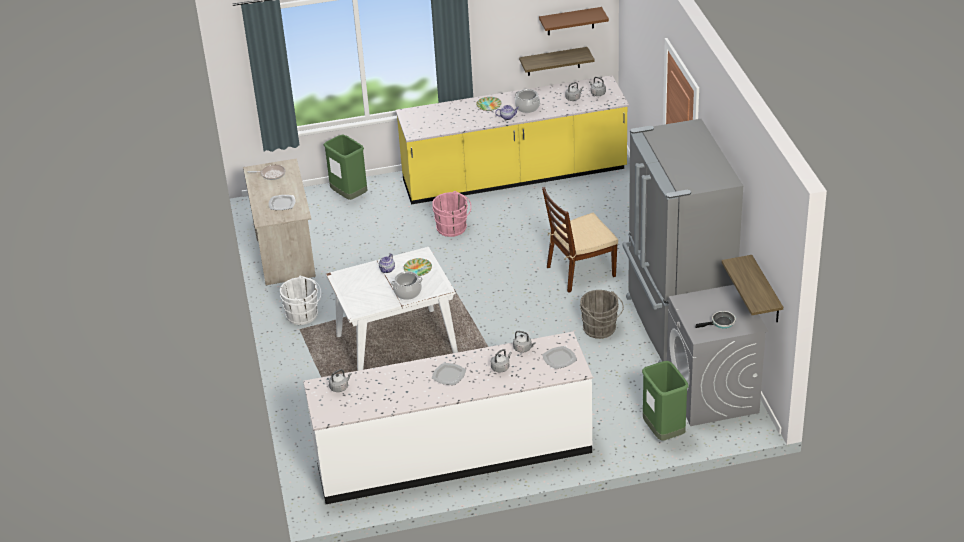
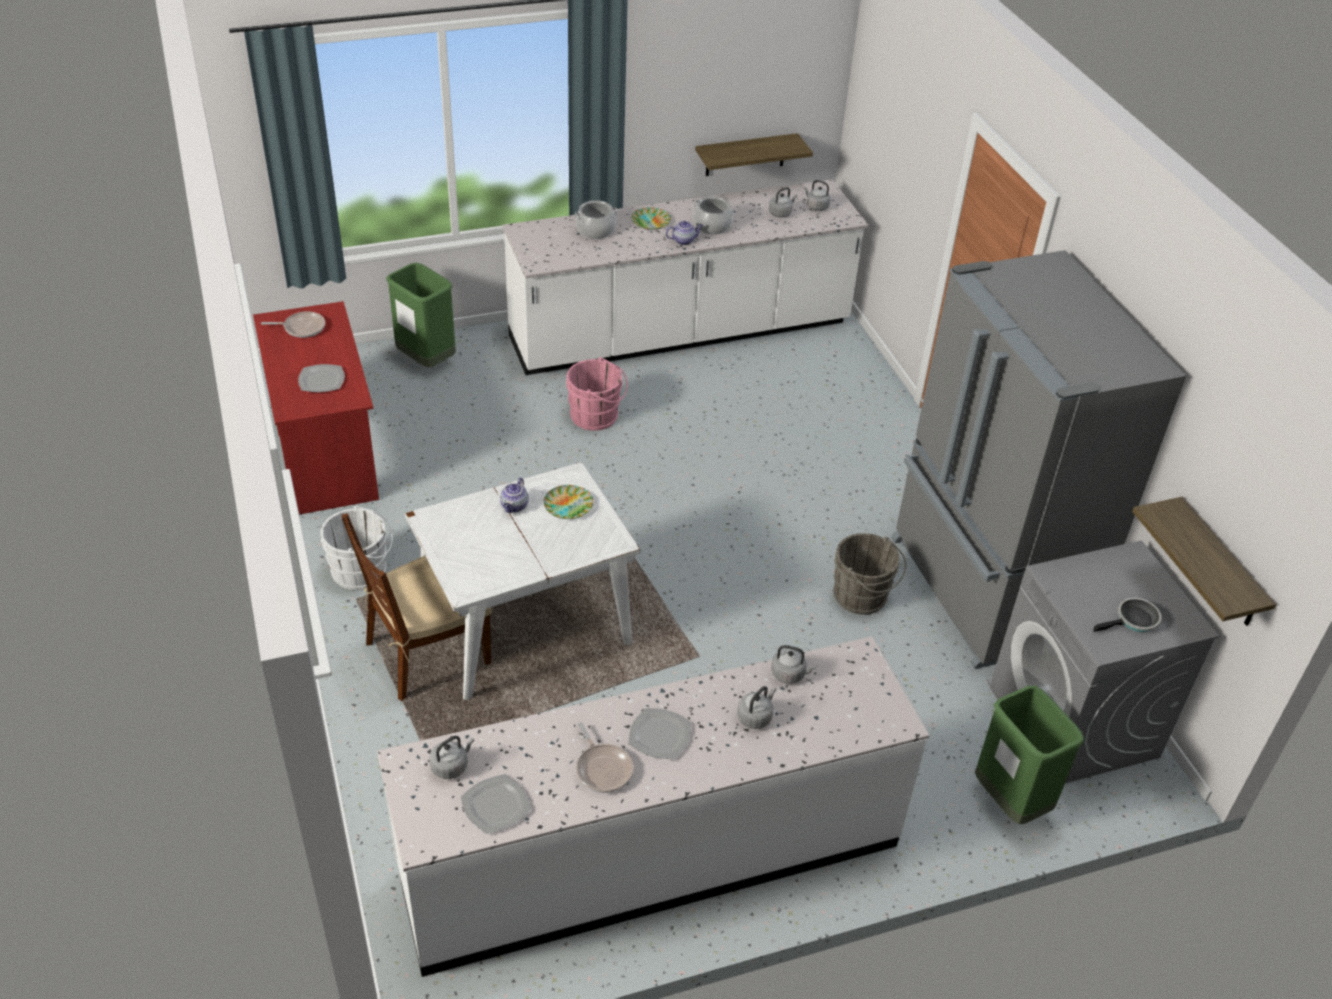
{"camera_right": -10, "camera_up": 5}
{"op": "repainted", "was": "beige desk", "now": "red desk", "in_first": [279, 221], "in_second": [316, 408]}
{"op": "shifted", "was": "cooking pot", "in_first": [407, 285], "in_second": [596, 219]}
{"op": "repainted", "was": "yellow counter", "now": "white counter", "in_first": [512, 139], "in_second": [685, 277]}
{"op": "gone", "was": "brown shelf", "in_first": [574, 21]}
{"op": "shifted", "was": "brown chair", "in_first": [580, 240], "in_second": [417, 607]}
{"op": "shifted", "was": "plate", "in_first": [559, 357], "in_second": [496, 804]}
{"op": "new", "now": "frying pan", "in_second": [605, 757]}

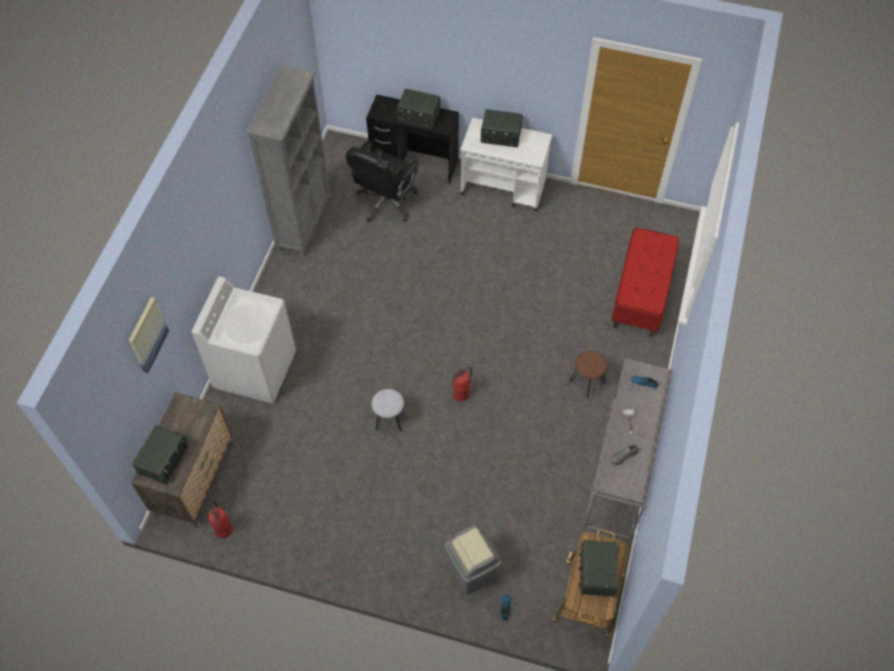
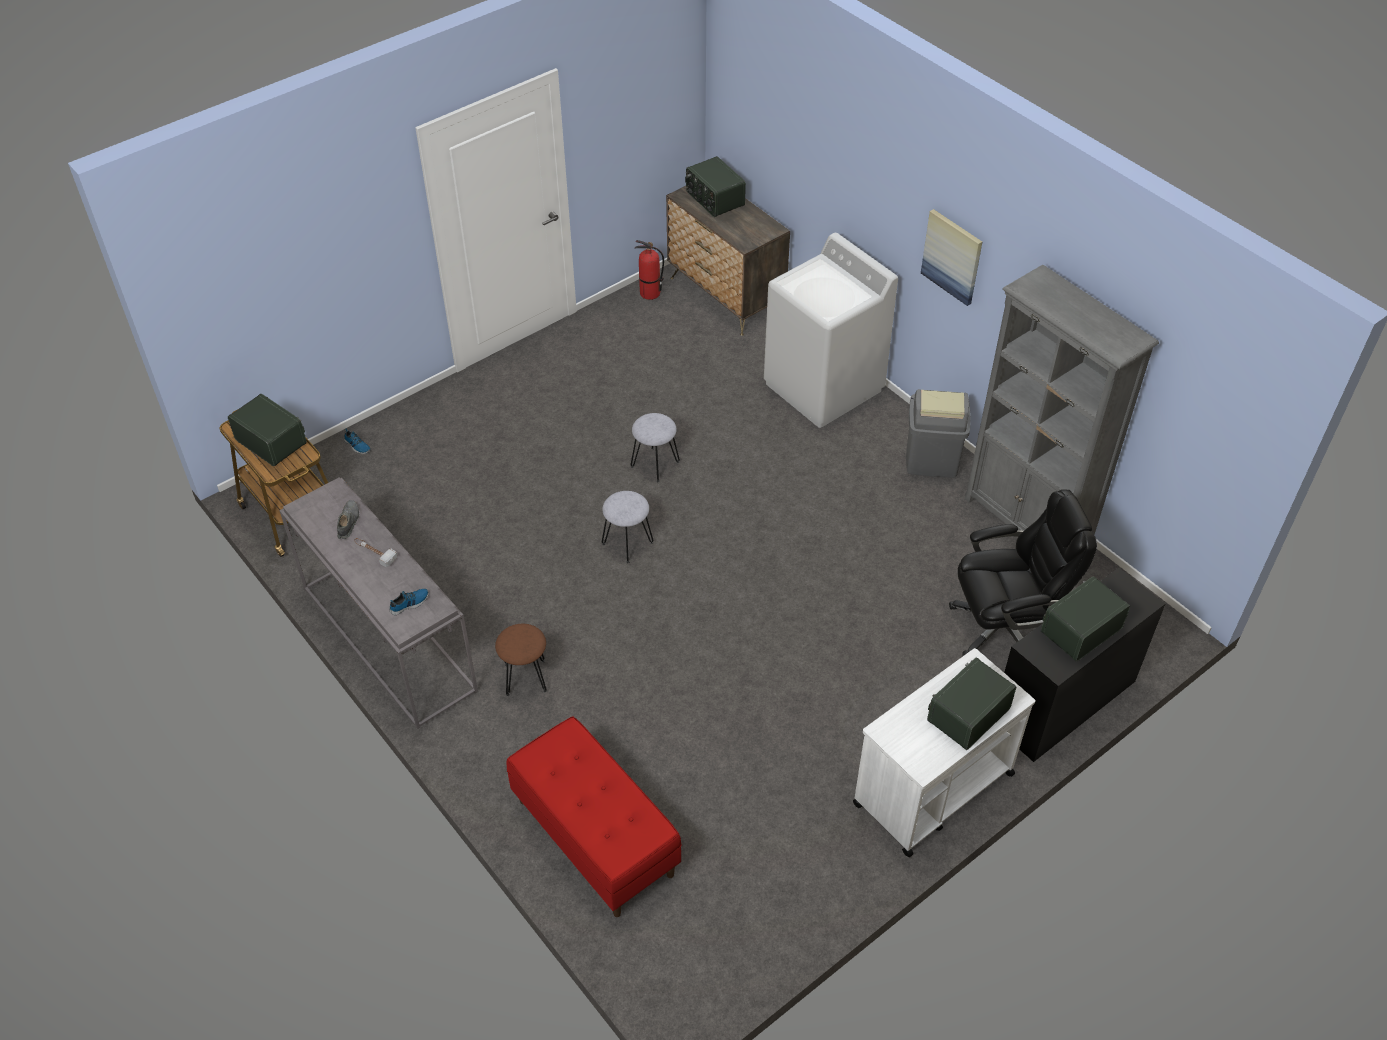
{"camera_right": 125, "camera_up": -10}
{"op": "shifted", "was": "picture", "in_first": [148, 335], "in_second": [951, 257]}
{"op": "rotated", "was": "black office chair", "in_first": [382, 181], "in_second": [1023, 572], "clockwise": 105}
{"op": "shifted", "was": "grey trash can", "in_first": [473, 560], "in_second": [938, 433]}
{"op": "swapped", "was": "fire extinguisher", "now": "grey stool", "in_first": [462, 384], "in_second": [628, 527]}

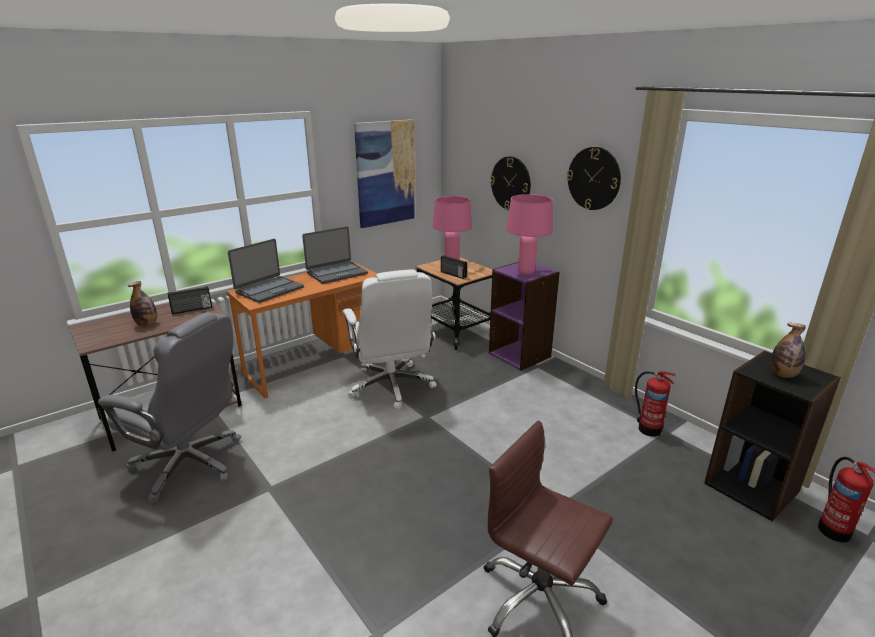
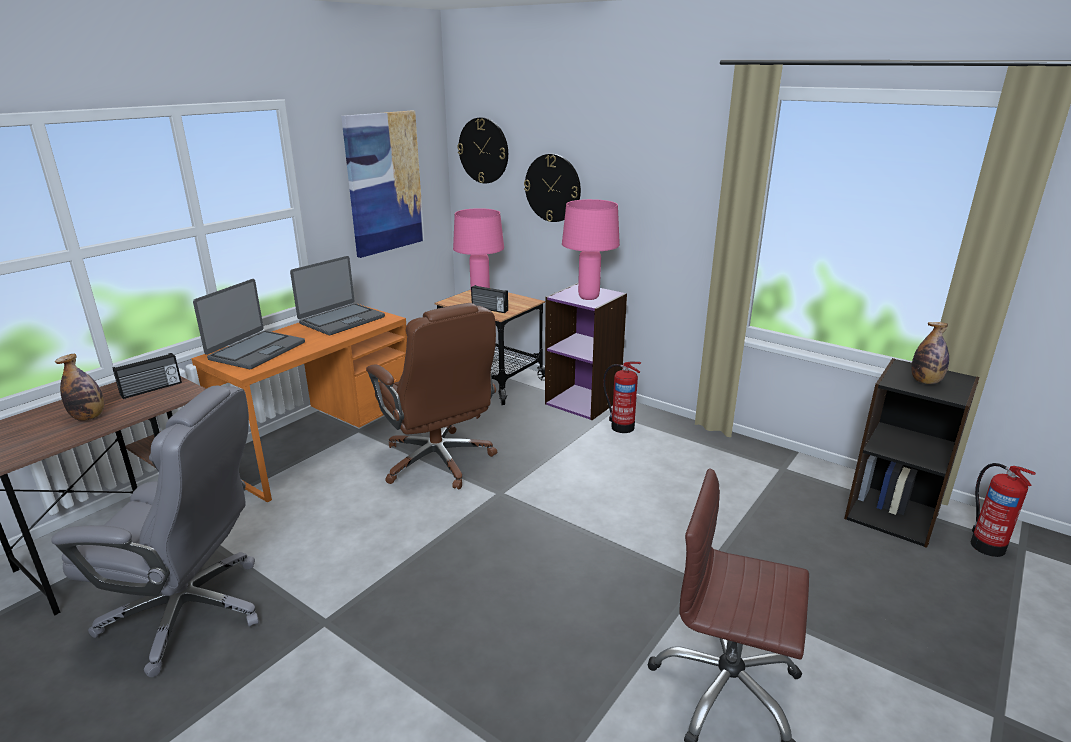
{"camera_right": -15, "camera_up": 0}
{"op": "repainted", "was": "white office chair", "now": "brown office chair", "in_first": [389, 339], "in_second": [431, 396]}
{"op": "shifted", "was": "wall clock", "in_first": [594, 178], "in_second": [482, 150]}
{"op": "shifted", "was": "fire extinguisher", "in_first": [655, 404], "in_second": [622, 397]}

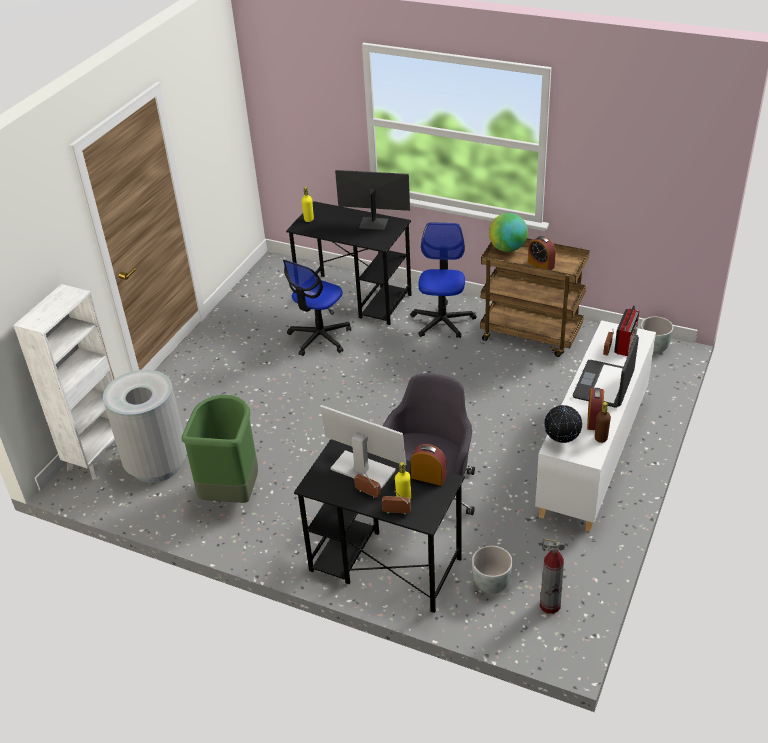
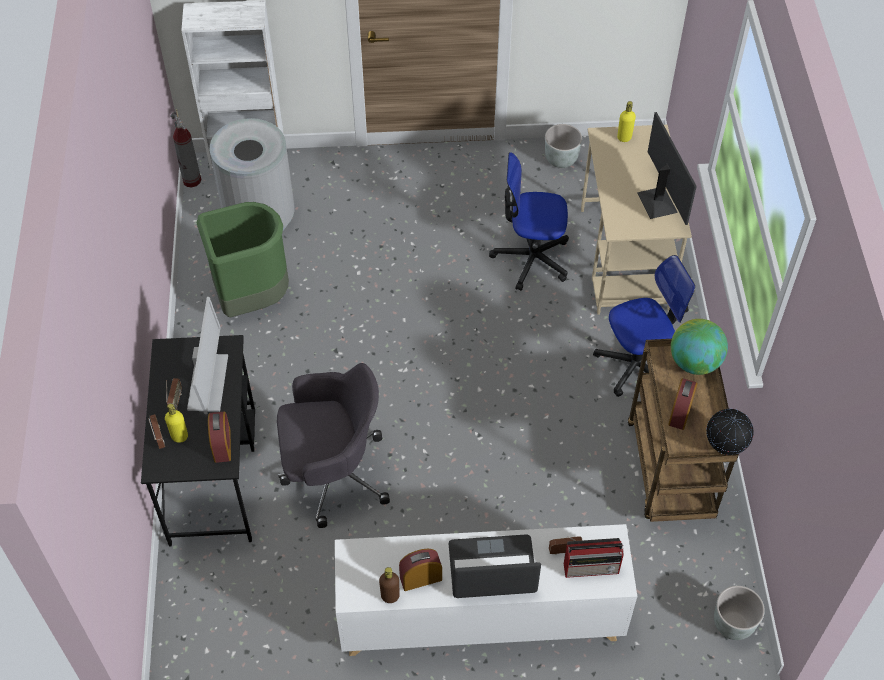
{"camera_right": 60, "camera_up": 15}
{"op": "repainted", "was": "black desk", "now": "beige desk", "in_first": [349, 263], "in_second": [636, 220]}
{"op": "shifted", "was": "grey planter", "in_first": [492, 570], "in_second": [563, 146]}
{"op": "shifted", "was": "fire extinguisher", "in_first": [554, 576], "in_second": [185, 148]}
{"op": "shifted", "was": "globe", "in_first": [563, 424], "in_second": [730, 432]}

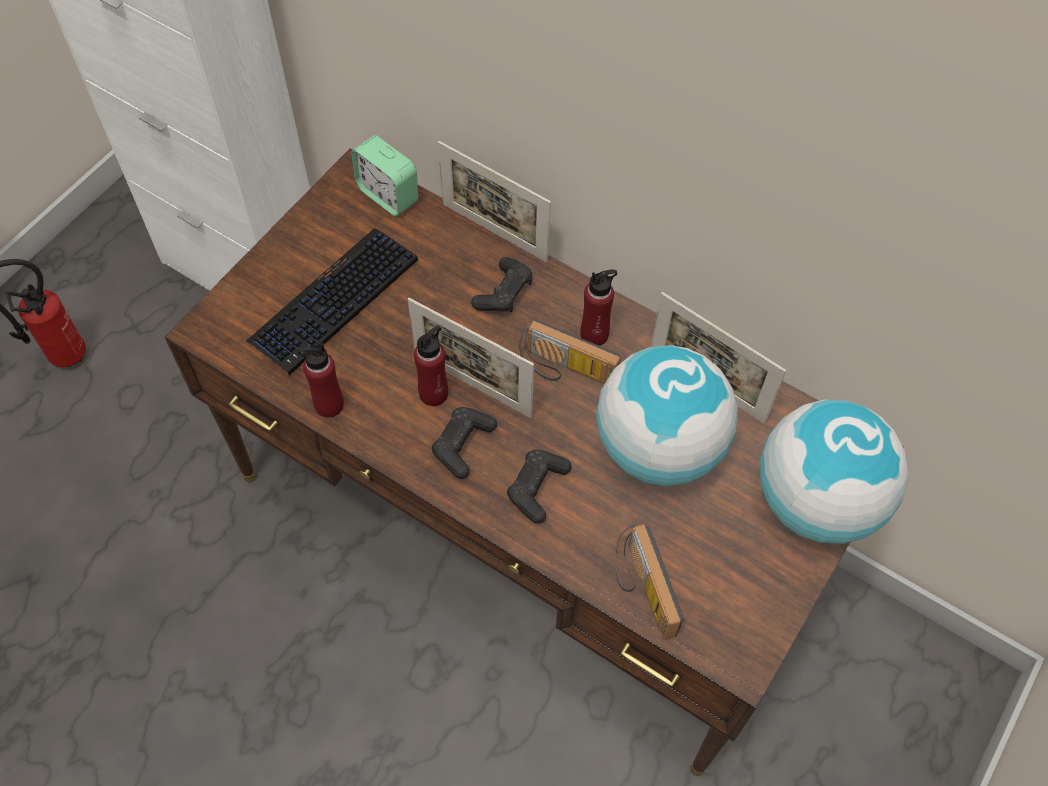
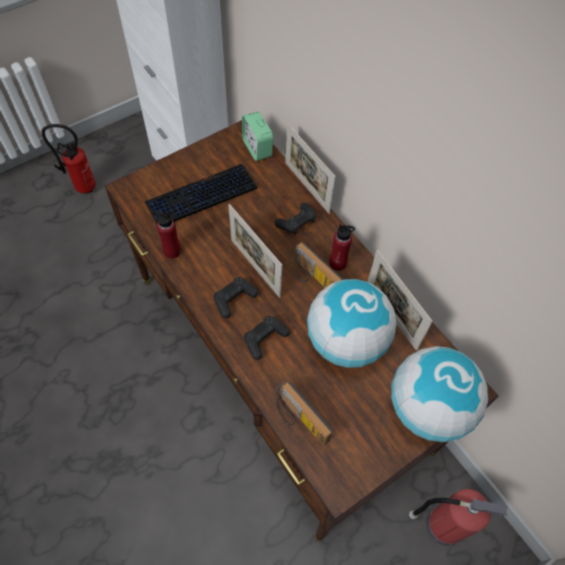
{"camera_right": 20, "camera_up": 0}
{"op": "gone", "was": "red bottle", "in_first": [431, 366]}
{"op": "rotated", "was": "radio", "in_first": [649, 582], "in_second": [303, 413], "clockwise": -45}
{"op": "new", "now": "fire extinguisher", "in_second": [458, 517]}

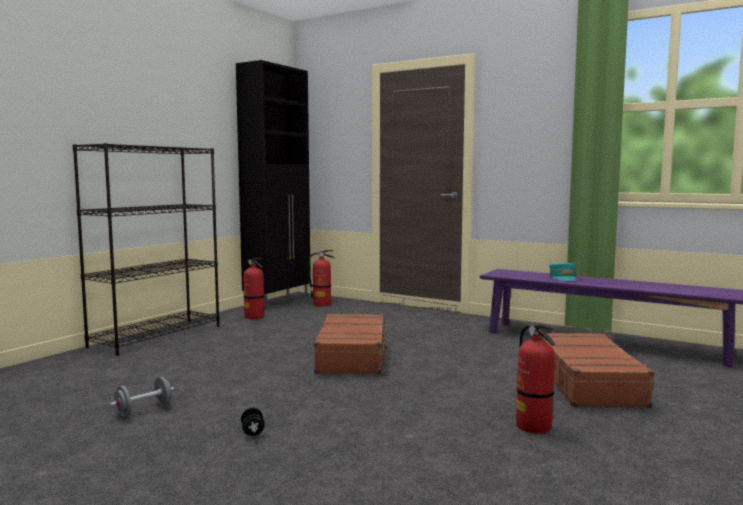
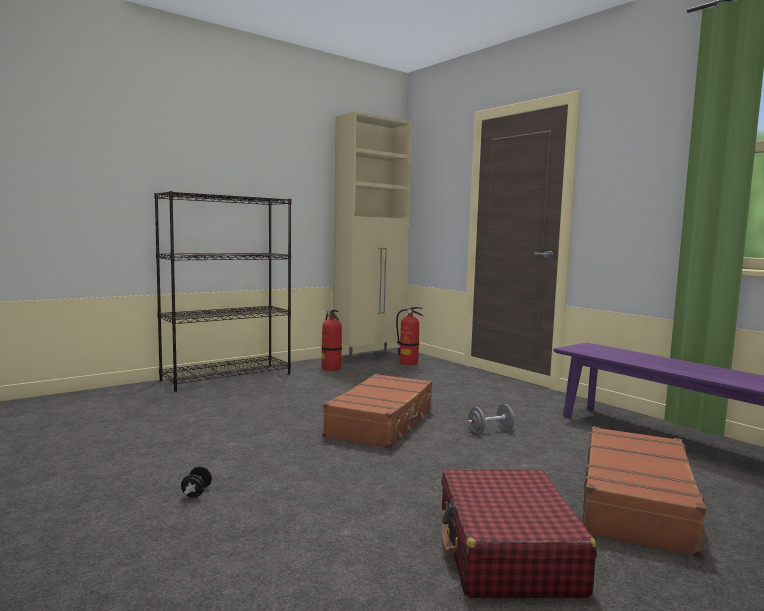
{"camera_right": 20, "camera_up": 0}
{"op": "shifted", "was": "grey dumbbell", "in_first": [142, 397], "in_second": [491, 419]}
{"op": "repainted", "was": "black cabinet", "now": "beige cabinet", "in_first": [273, 185], "in_second": [372, 236]}
{"op": "swapped", "was": "fire extinguisher", "now": "red suitcase", "in_first": [535, 378], "in_second": [519, 533]}
{"op": "gone", "was": "turquoise cap", "in_first": [563, 272]}

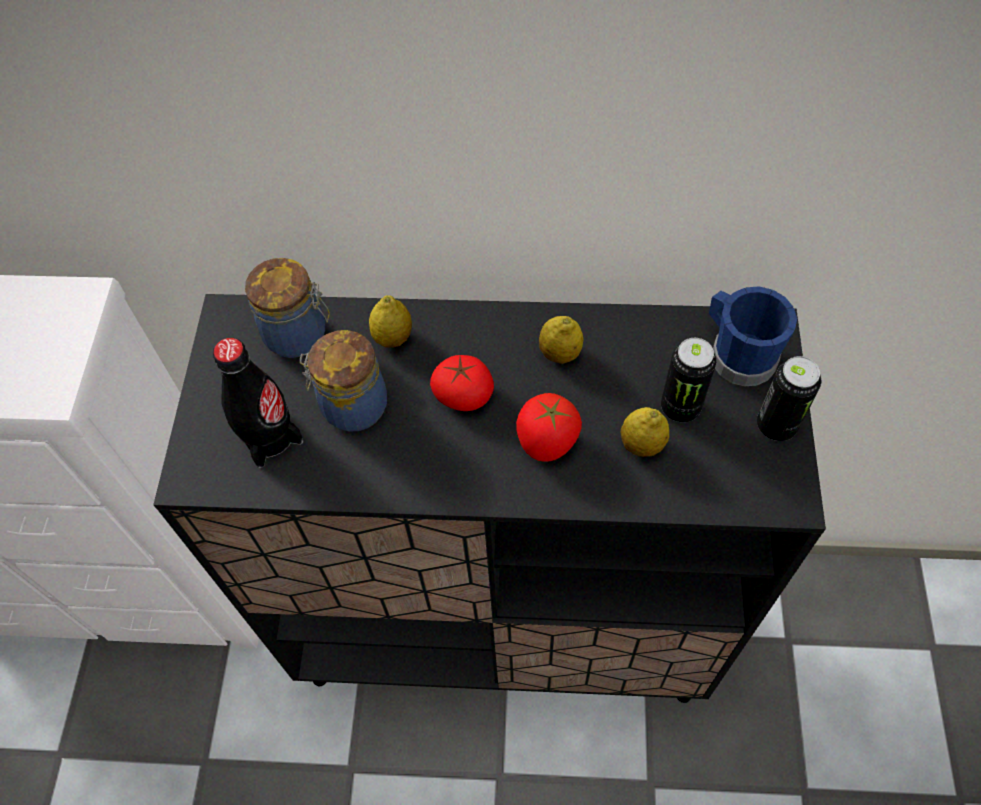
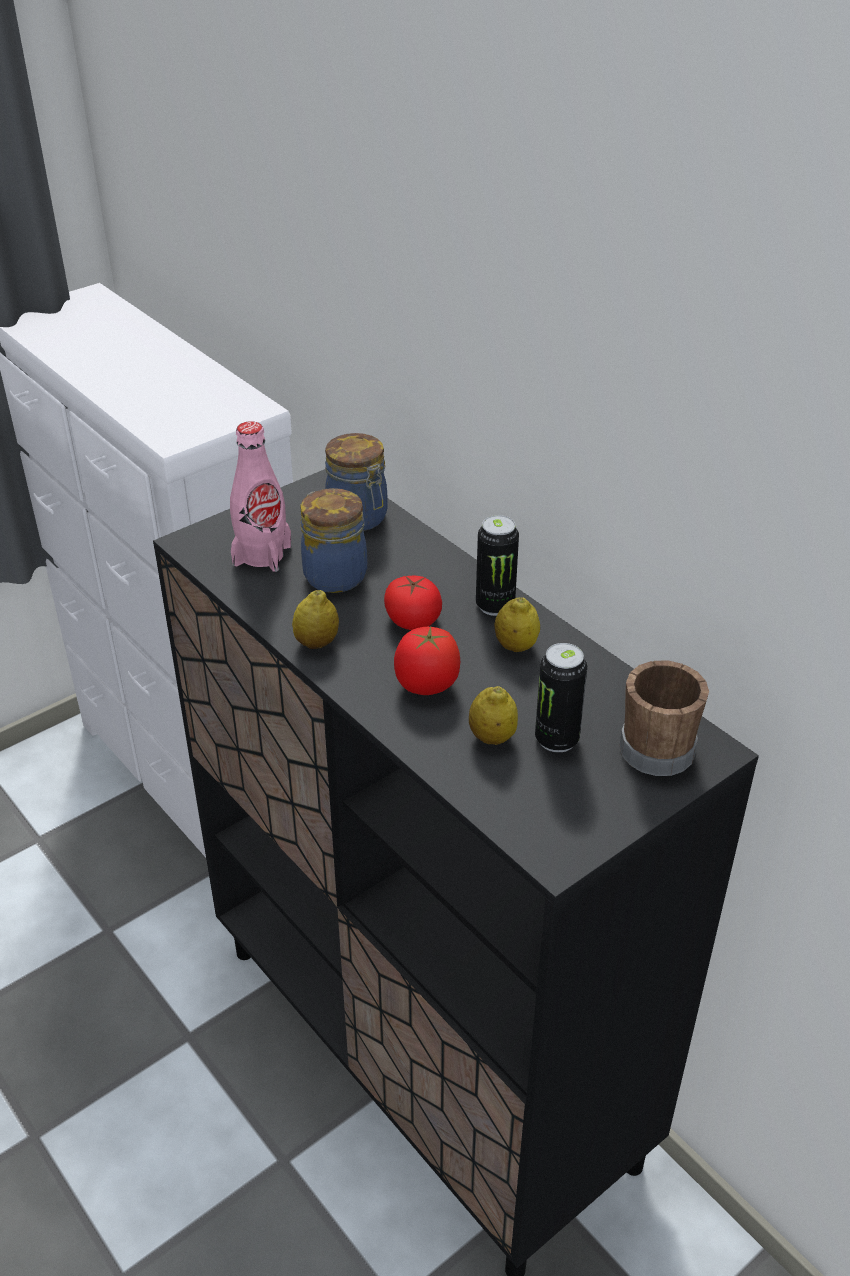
{"camera_right": 45, "camera_up": -20}
{"op": "repainted", "was": "black bottle", "now": "pink bottle", "in_first": [258, 403], "in_second": [260, 496]}
{"op": "shifted", "was": "lemon", "in_first": [390, 321], "in_second": [315, 619]}
{"op": "repainted", "was": "blue mug", "now": "brown mug", "in_first": [753, 336], "in_second": [664, 718]}
{"op": "shifted", "was": "can", "in_first": [789, 398], "in_second": [497, 565]}

